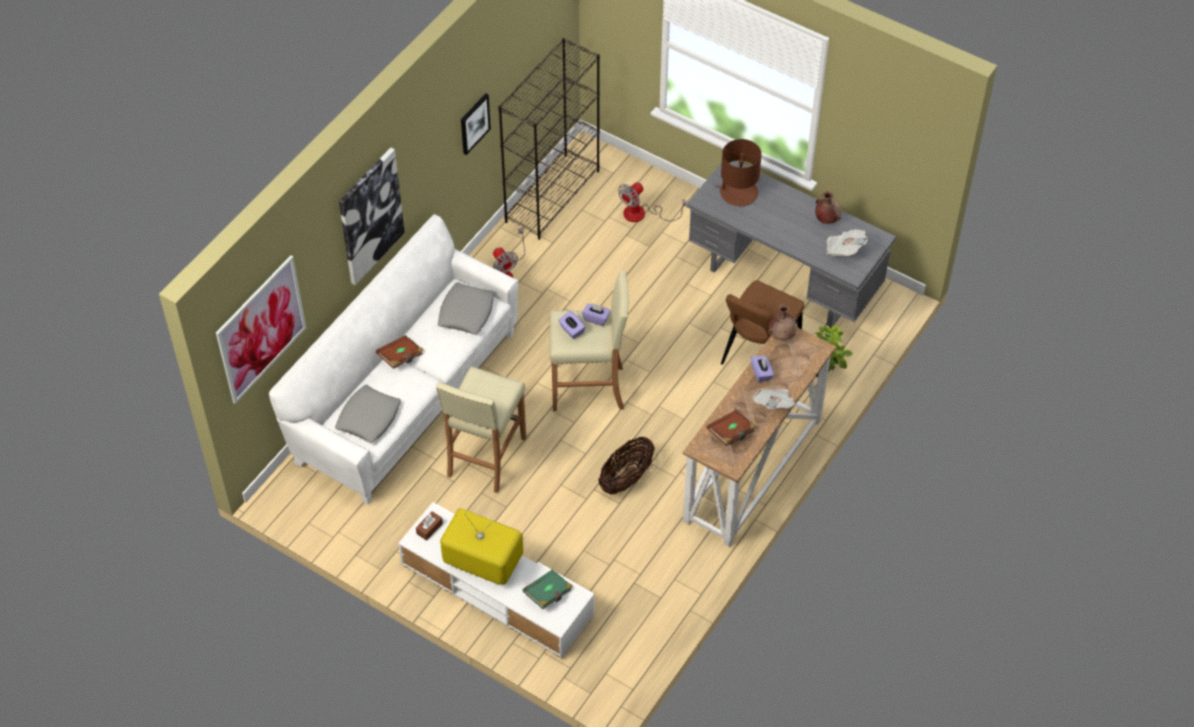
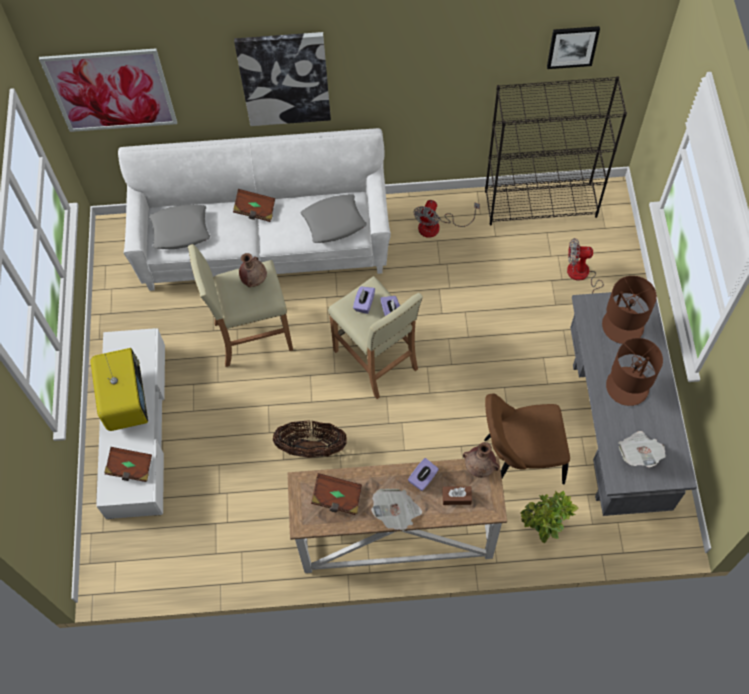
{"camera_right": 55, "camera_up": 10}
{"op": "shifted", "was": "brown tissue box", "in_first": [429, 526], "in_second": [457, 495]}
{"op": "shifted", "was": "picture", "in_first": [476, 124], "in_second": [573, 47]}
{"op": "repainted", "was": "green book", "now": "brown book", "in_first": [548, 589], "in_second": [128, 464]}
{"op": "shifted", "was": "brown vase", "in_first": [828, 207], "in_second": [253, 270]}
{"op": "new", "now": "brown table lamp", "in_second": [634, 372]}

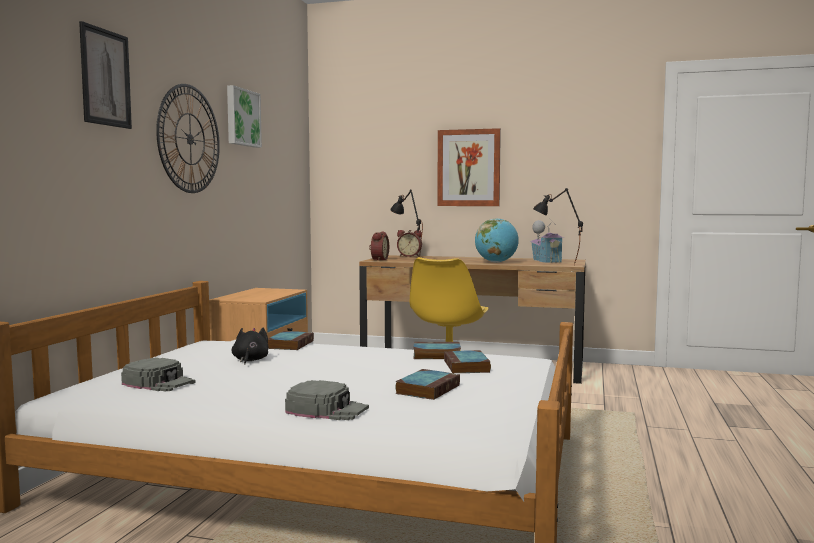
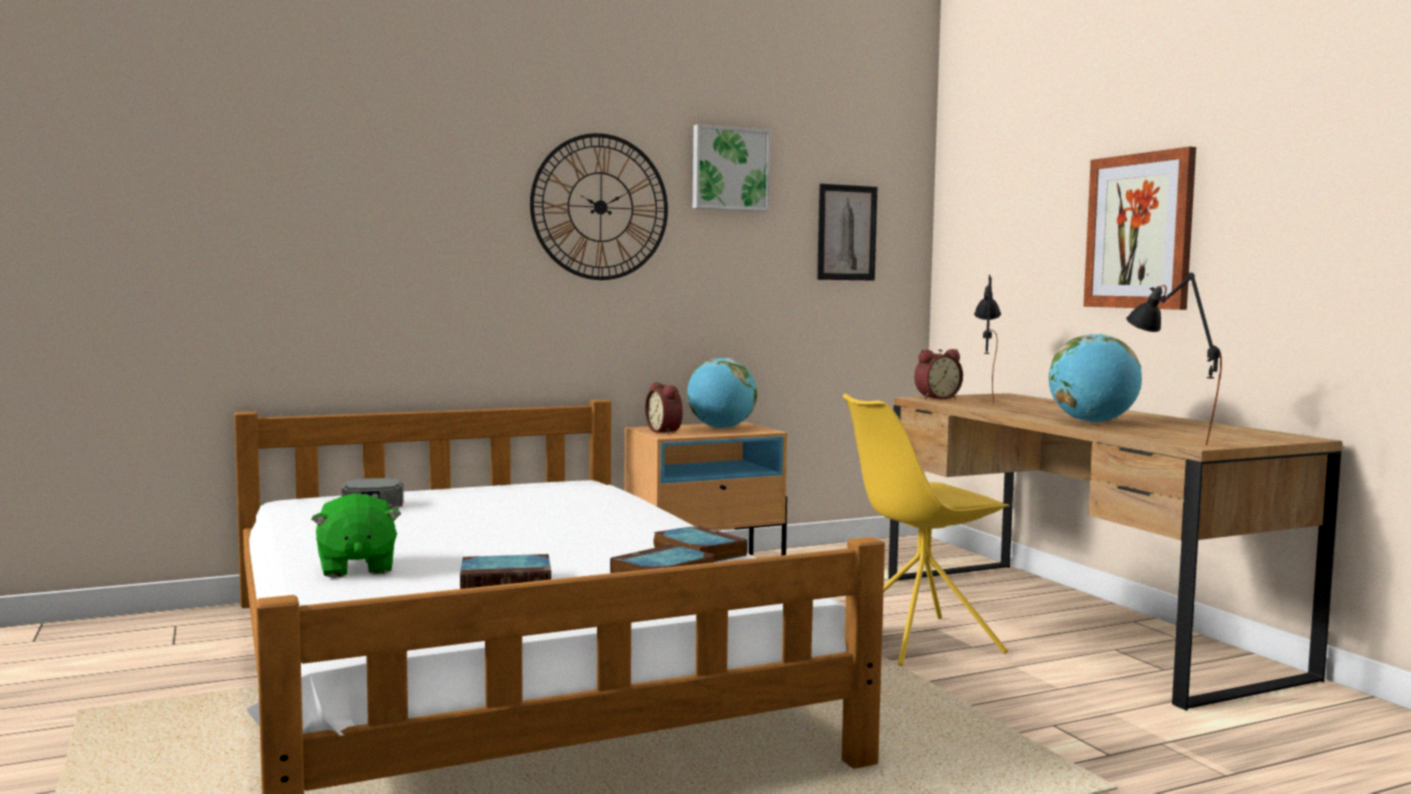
{"camera_right": 50, "camera_up": 0}
{"op": "shifted", "was": "picture", "in_first": [105, 75], "in_second": [847, 232]}
{"op": "gone", "was": "black plush toy", "in_first": [250, 346]}
{"op": "gone", "was": "book", "in_first": [291, 340]}
{"op": "swapped", "was": "grey cap", "now": "green plush toy", "in_first": [327, 400], "in_second": [356, 536]}
{"op": "shifted", "was": "alarm clock", "in_first": [409, 243], "in_second": [664, 408]}
{"op": "gone", "was": "toy house", "in_first": [547, 241]}
{"op": "new", "now": "globe", "in_second": [722, 393]}

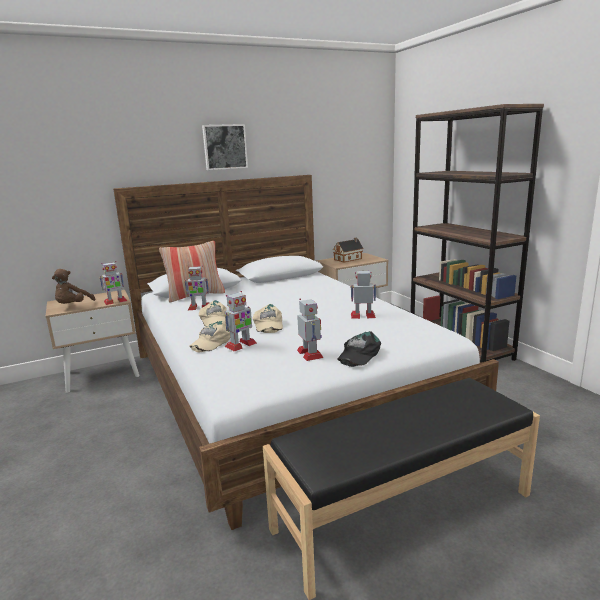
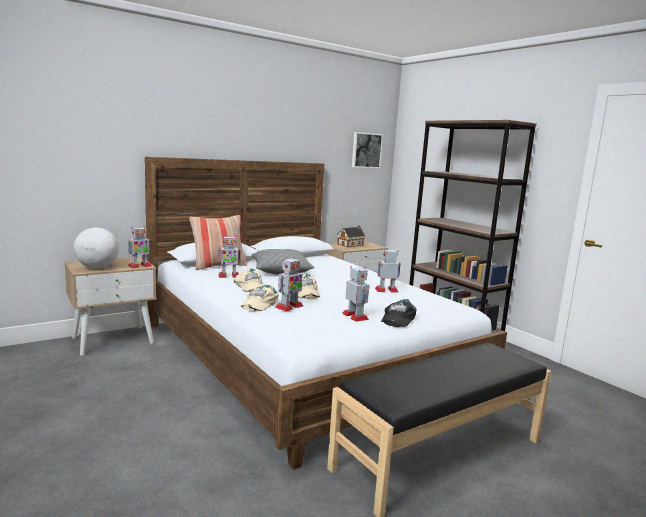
{"camera_right": -10, "camera_up": -5}
{"op": "swapped", "was": "brown plush toy", "now": "globe", "in_first": [73, 286], "in_second": [96, 248]}
{"op": "shifted", "was": "picture", "in_first": [225, 147], "in_second": [367, 150]}
{"op": "new", "now": "grey pillow", "in_second": [282, 262]}

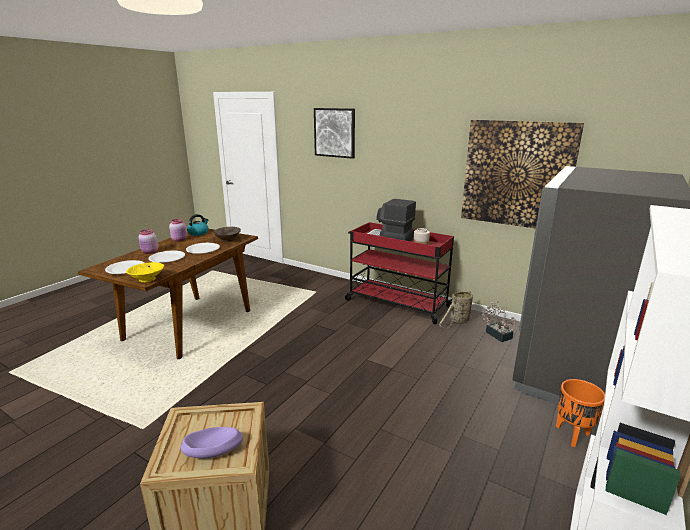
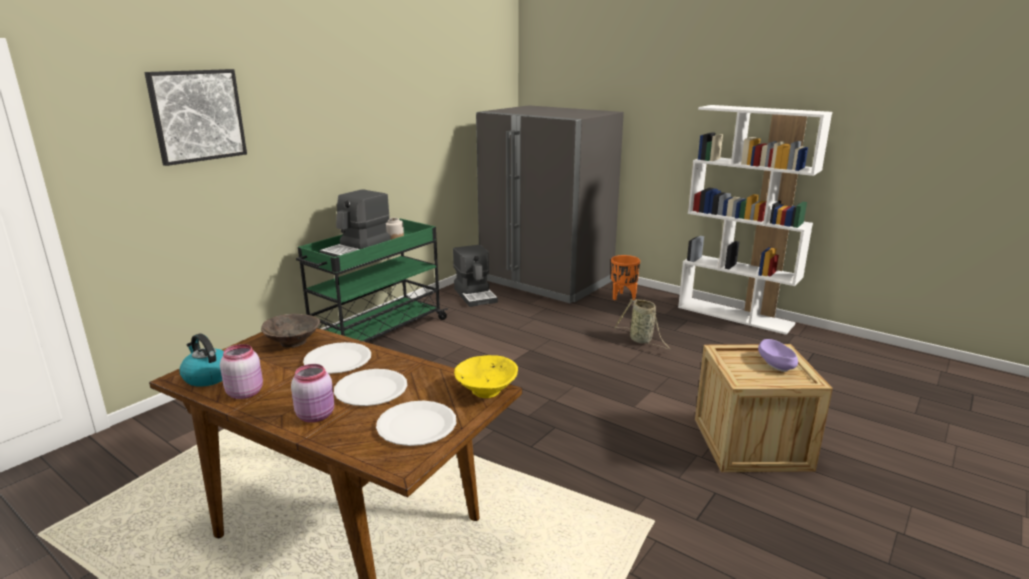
{"camera_right": -85, "camera_up": 0}
{"op": "repainted", "was": "red cart", "now": "green cart", "in_first": [399, 273], "in_second": [372, 280]}
{"op": "shifted", "was": "basket", "in_first": [456, 310], "in_second": [643, 324]}
{"op": "gone", "was": "picture", "in_first": [522, 174]}
{"op": "swapped", "was": "potted plant", "now": "coffee machine", "in_first": [500, 321], "in_second": [475, 276]}

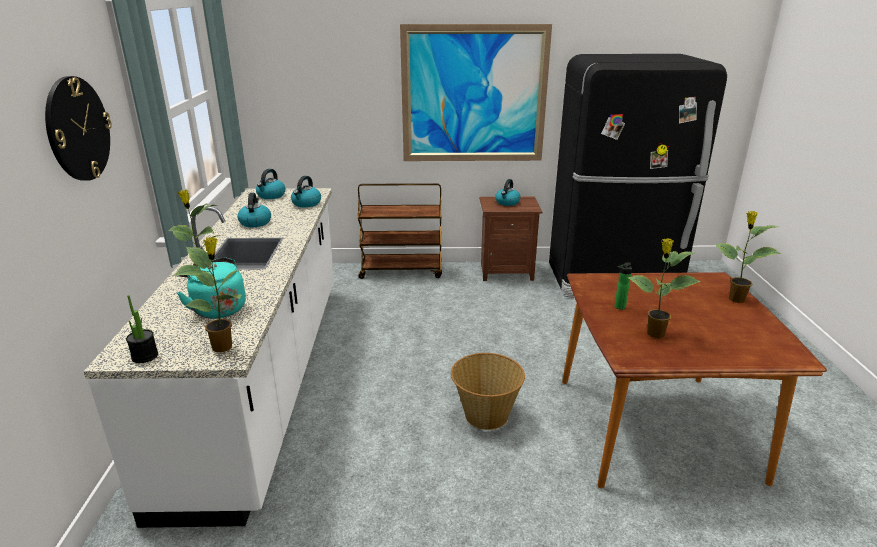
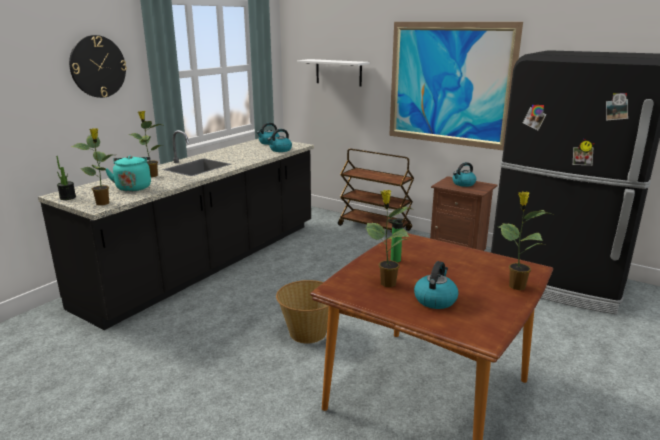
{"camera_right": 35, "camera_up": -5}
{"op": "repainted", "was": "white counter", "now": "black counter", "in_first": [208, 358], "in_second": [176, 230]}
{"op": "shifted", "was": "kettle", "in_first": [254, 210], "in_second": [436, 285]}
{"op": "new", "now": "white shelf", "in_second": [333, 72]}

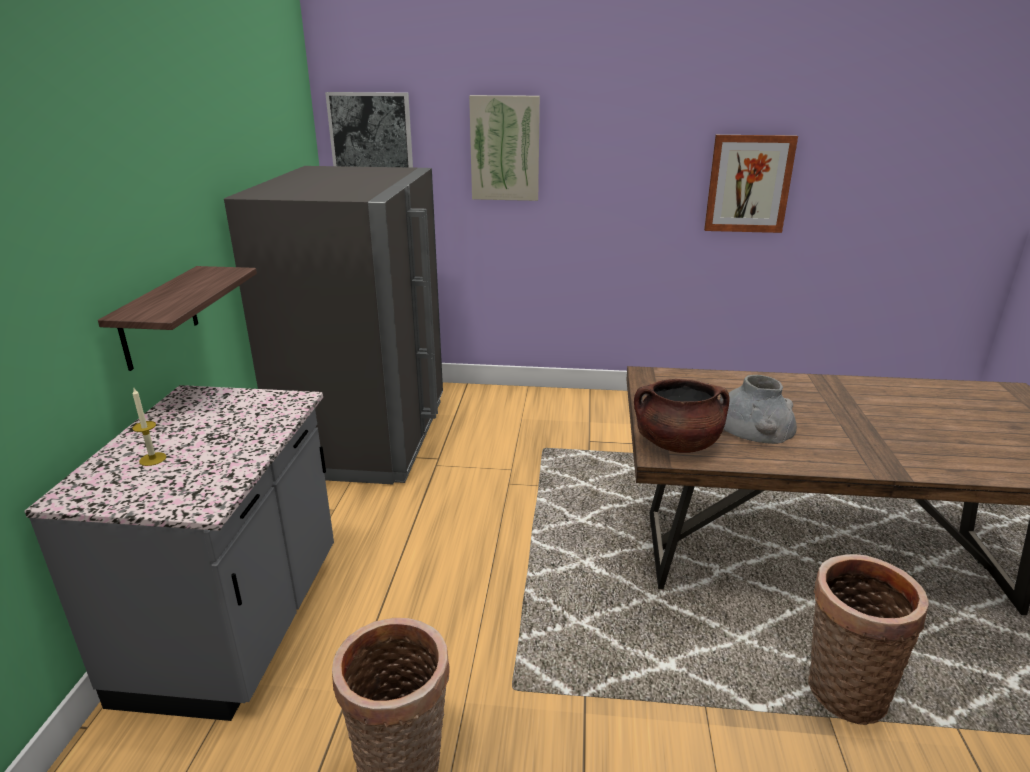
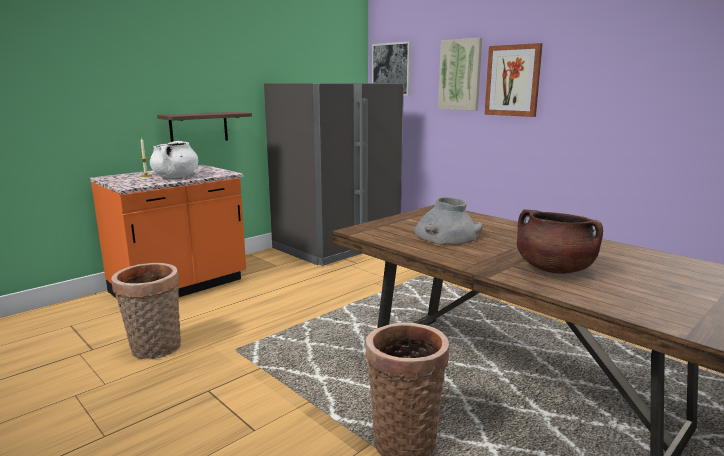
{"camera_right": 40, "camera_up": -10}
{"op": "repainted", "was": "grey counter", "now": "orange counter", "in_first": [179, 553], "in_second": [167, 232]}
{"op": "shifted", "was": "brown cooking pot", "in_first": [681, 416], "in_second": [560, 241]}
{"op": "shifted", "was": "picture", "in_first": [751, 184], "in_second": [514, 80]}
{"op": "new", "now": "white cooking pot", "in_second": [174, 159]}

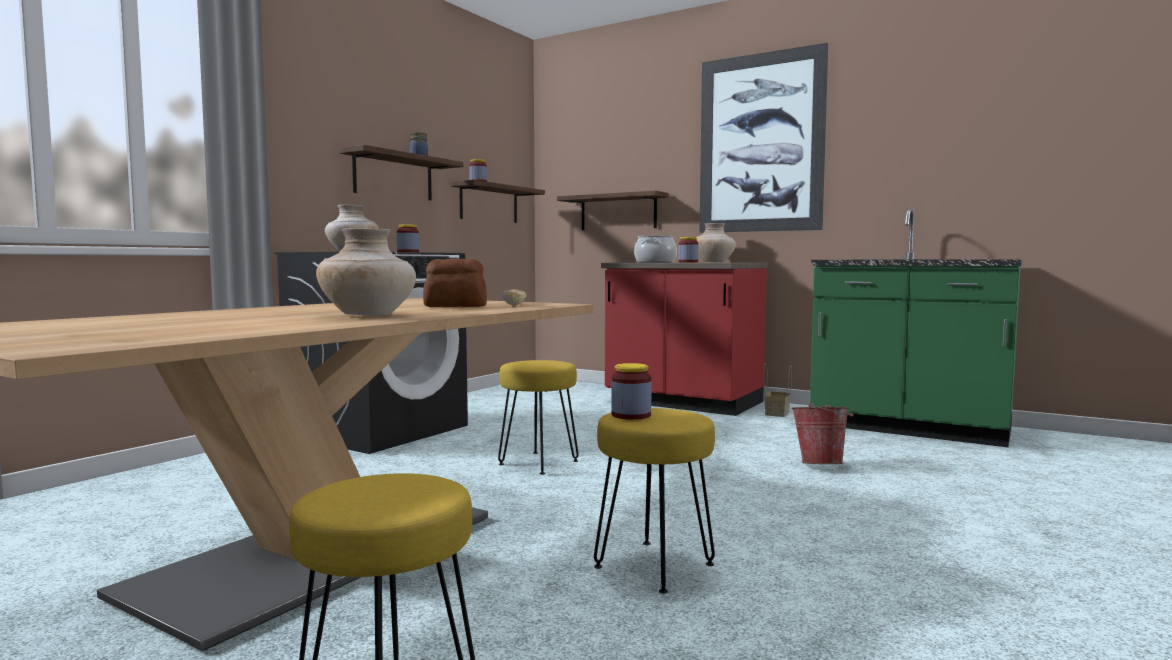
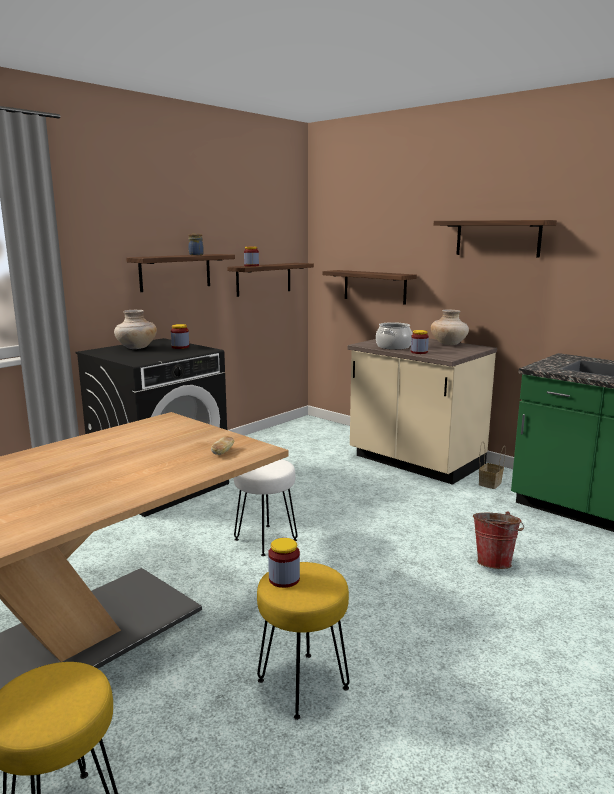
{"camera_right": 10, "camera_up": 10}
{"op": "gone", "was": "beige vase", "in_first": [366, 272]}
{"op": "gone", "was": "bread", "in_first": [455, 282]}
{"op": "repainted", "was": "yellow stool", "now": "white stool", "in_first": [538, 417], "in_second": [265, 507]}
{"op": "repainted", "was": "red counter", "now": "beige counter", "in_first": [684, 339], "in_second": [422, 412]}
{"op": "swapped", "was": "picture", "now": "shelf", "in_first": [763, 138], "in_second": [495, 238]}

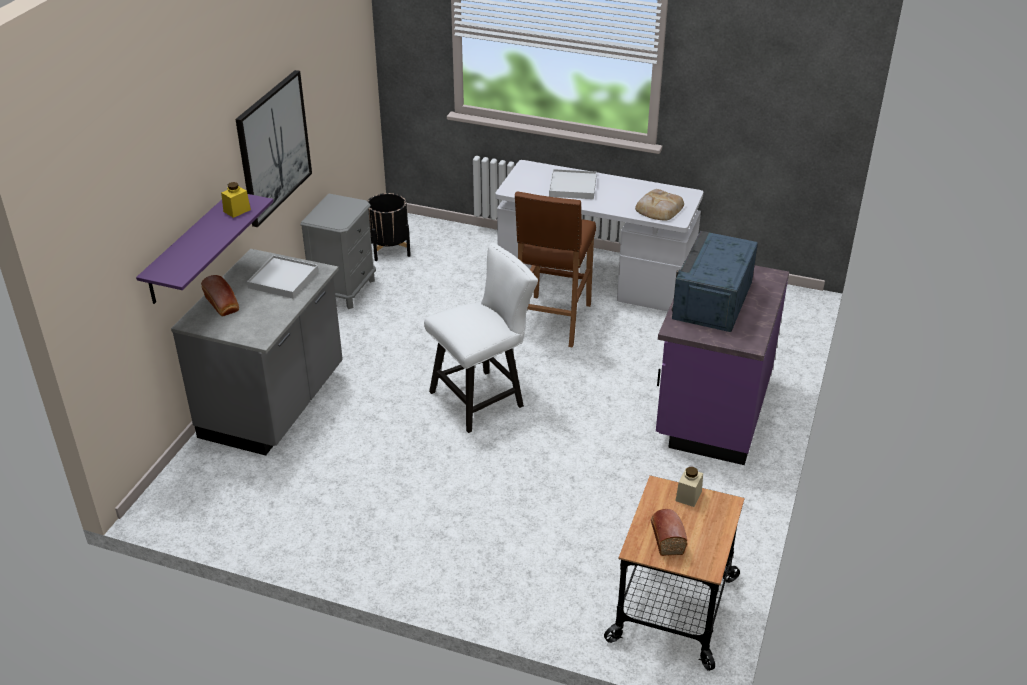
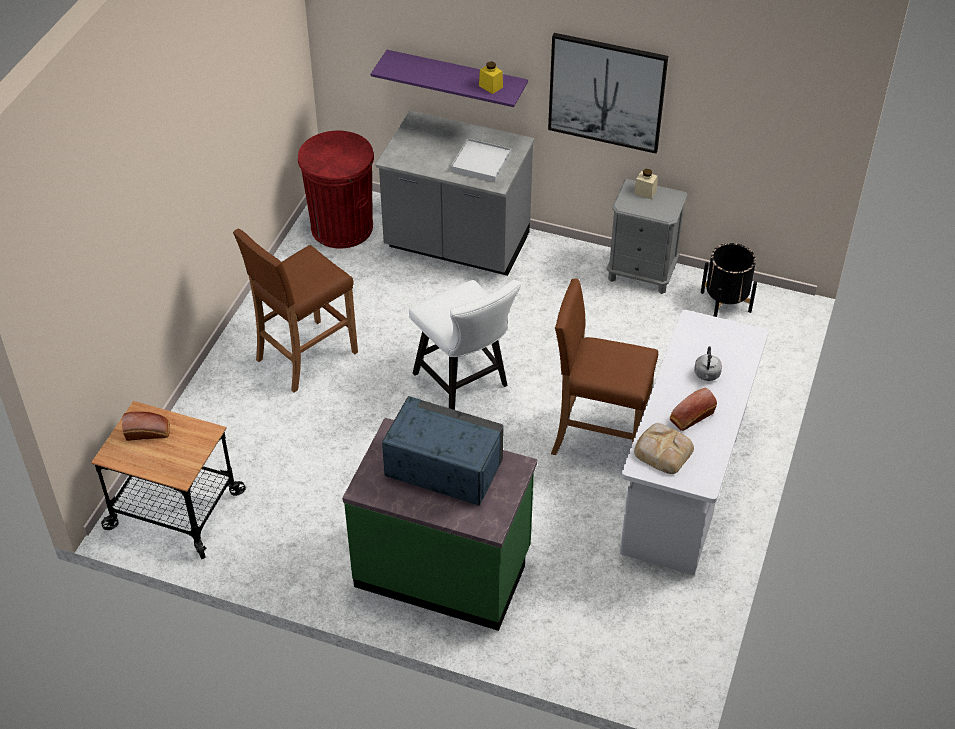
{"camera_right": 90, "camera_up": 10}
{"op": "shifted", "was": "bread", "in_first": [220, 295], "in_second": [693, 409]}
{"op": "swapped", "was": "white tray", "now": "grey kettle", "in_first": [573, 184], "in_second": [708, 363]}
{"op": "repainted", "was": "purple counter", "now": "green counter", "in_first": [722, 365], "in_second": [439, 524]}
{"op": "shifted", "was": "beige jar", "in_first": [689, 487], "in_second": [646, 184]}
{"op": "new", "now": "brown stool", "in_second": [295, 310]}
{"op": "new", "now": "red trash can", "in_second": [336, 190]}

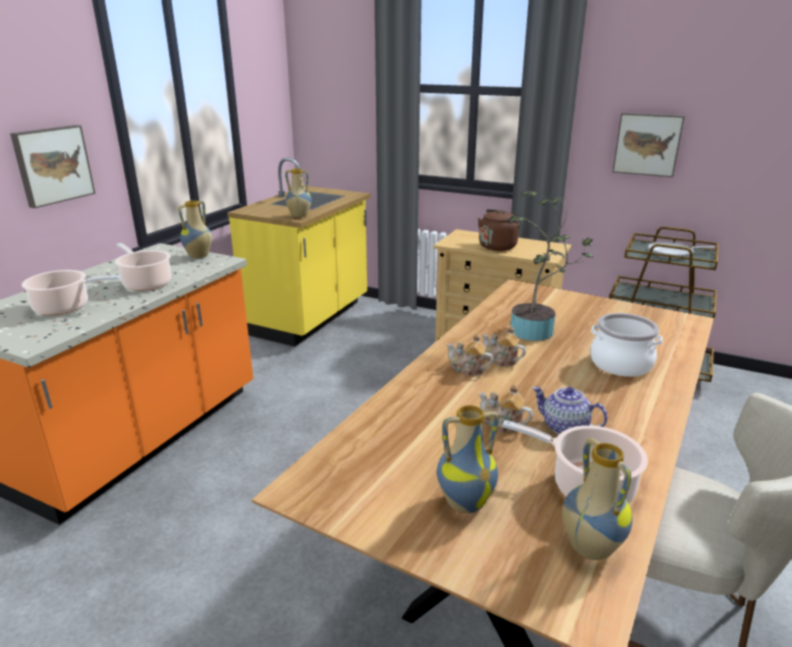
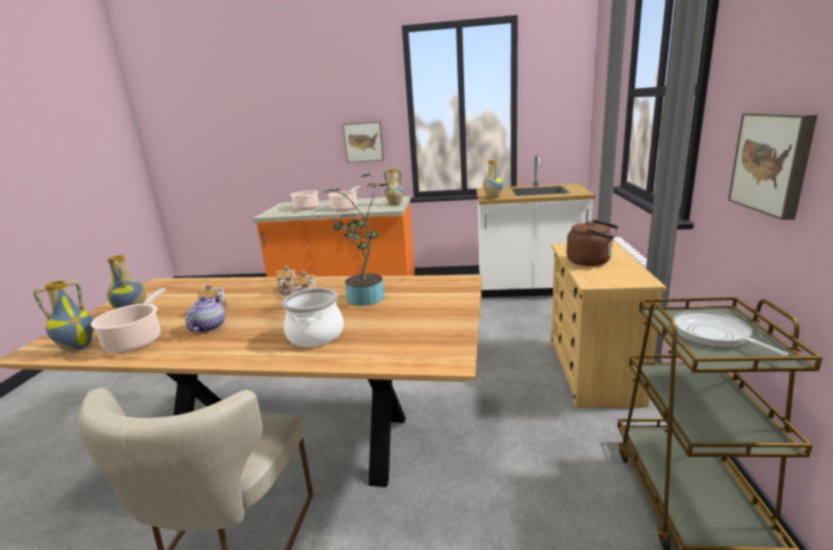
{"camera_right": 70, "camera_up": -5}
{"op": "repainted", "was": "yellow counter", "now": "white counter", "in_first": [299, 252], "in_second": [535, 226]}

